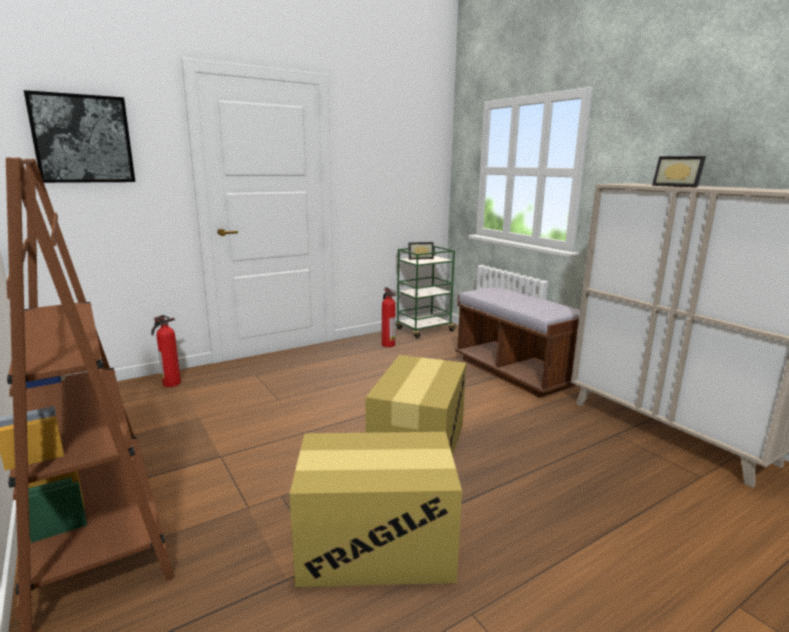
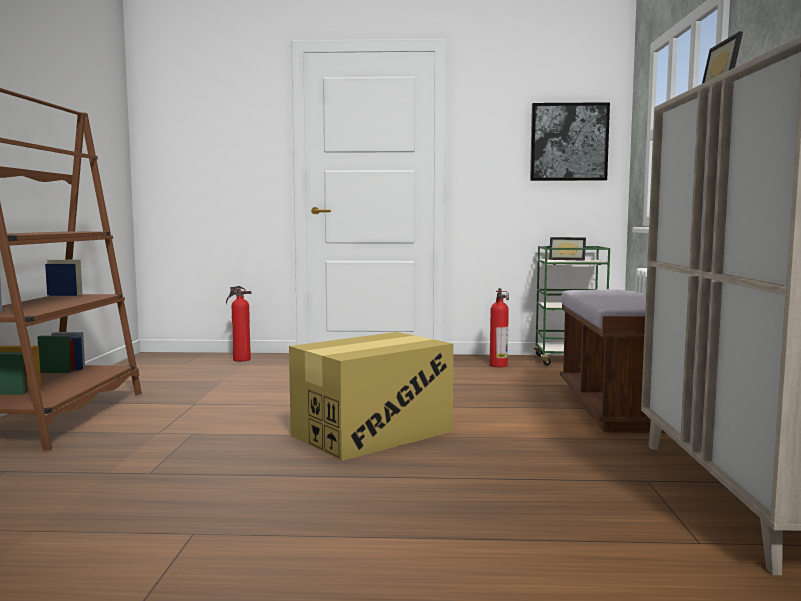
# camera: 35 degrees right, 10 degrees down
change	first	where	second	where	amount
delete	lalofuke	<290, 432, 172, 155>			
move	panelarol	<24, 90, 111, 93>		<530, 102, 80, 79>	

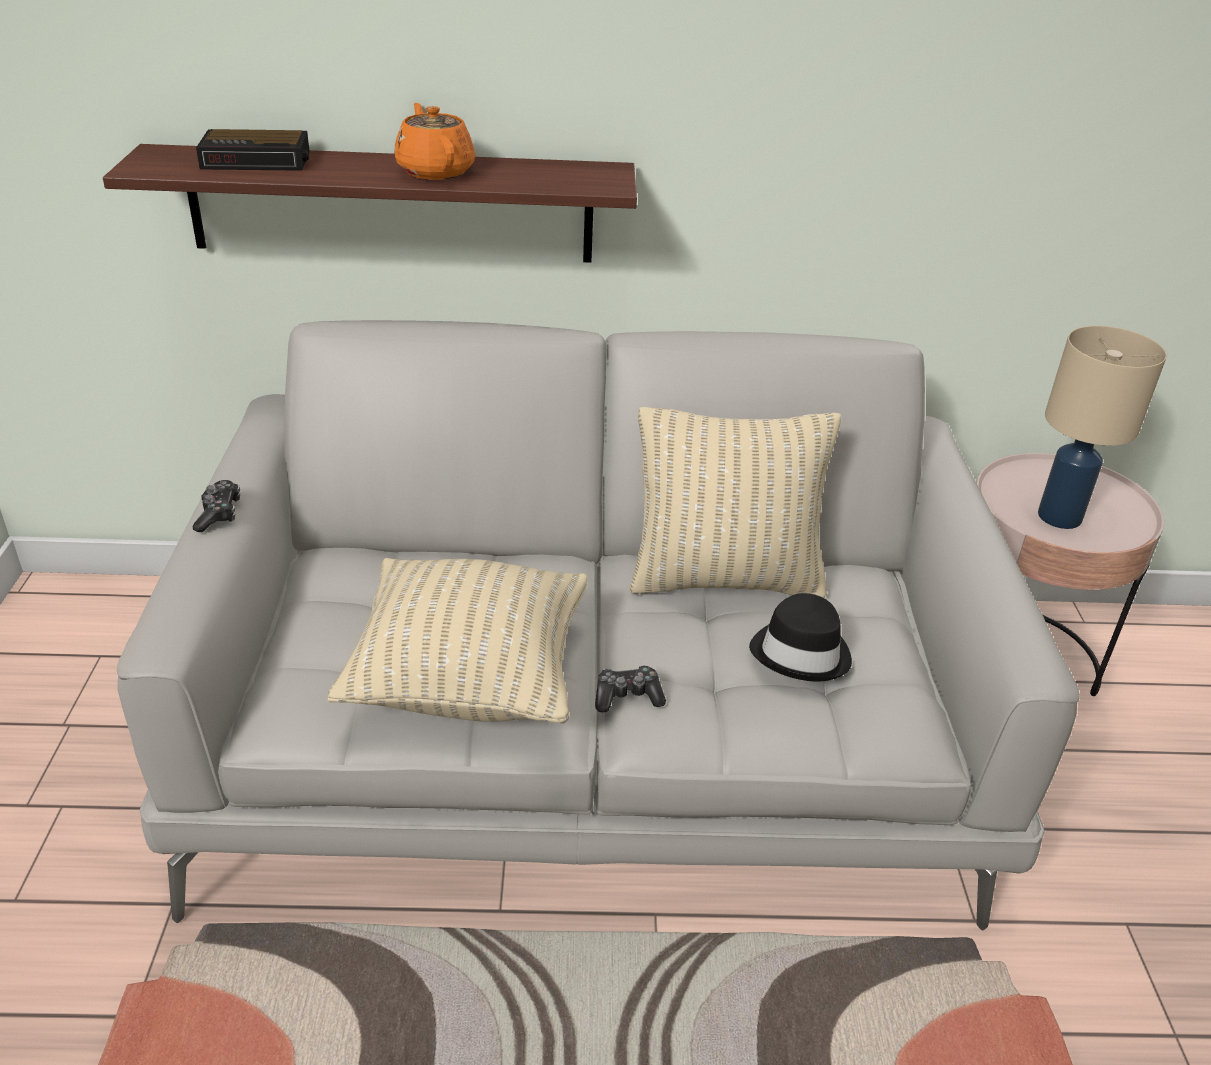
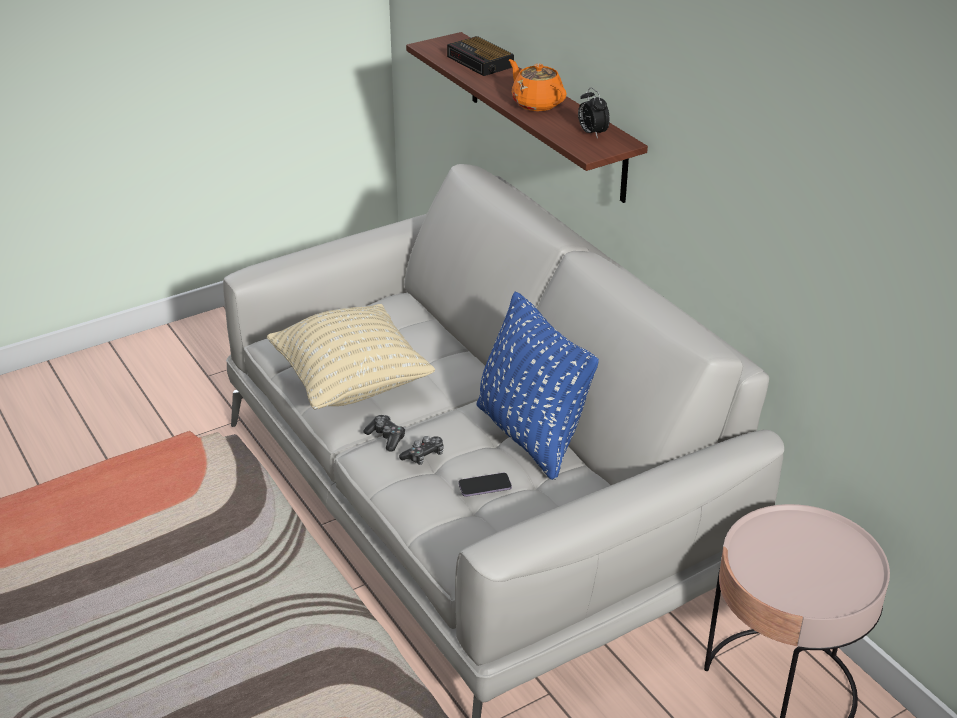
# camera: 60 degrees right, 0 degrees up
change	first	where	second	where	amount
delete	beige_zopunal	<1038, 326, 129, 203>			
insert			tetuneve	<578, 88, 32, 51>	
move	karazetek	<192, 480, 48, 52>		<399, 436, 45, 29>	
replace	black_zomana	<749, 593, 103, 88>	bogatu	<458, 473, 54, 24>	
recolor	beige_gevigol	<629, 407, 212, 191>	blue_gevigol	<476, 291, 123, 189>	
rotate	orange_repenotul	<395, 103, 80, 77>		<509, 59, 57, 52>	75 degrees counterclockwise

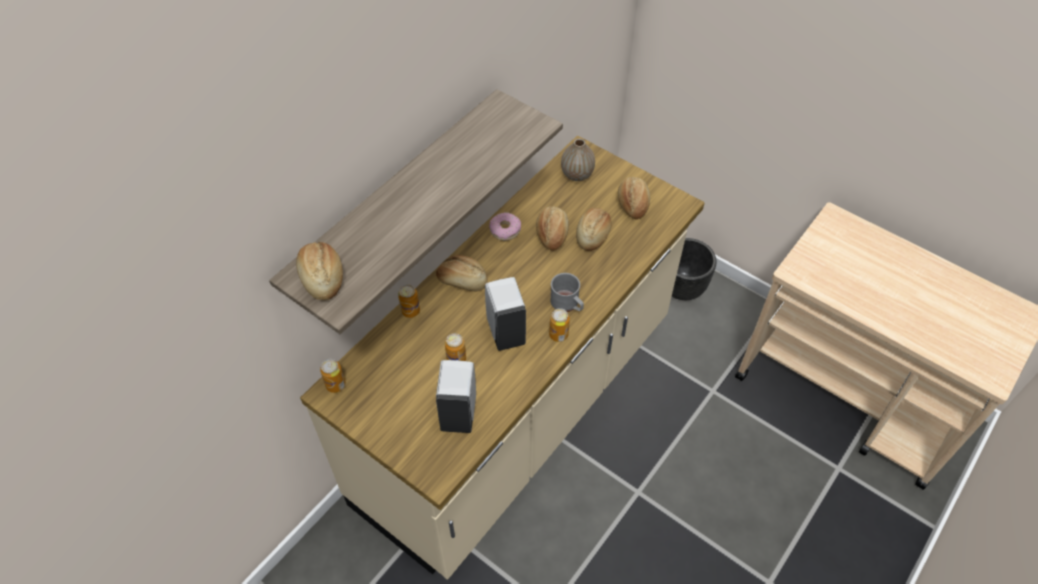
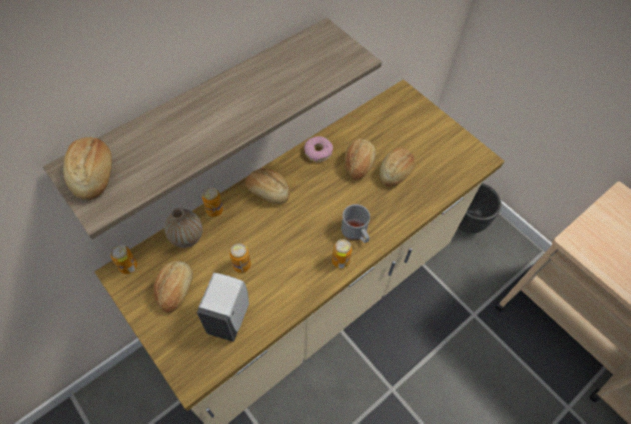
# camera: 10 degrees right, 5 degrees up
change	first	where	second	where	amount
delete	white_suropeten	<485, 277, 41, 74>			
move	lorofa	<561, 139, 34, 42>		<164, 208, 38, 40>	
move	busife	<618, 177, 32, 42>		<153, 261, 40, 52>	

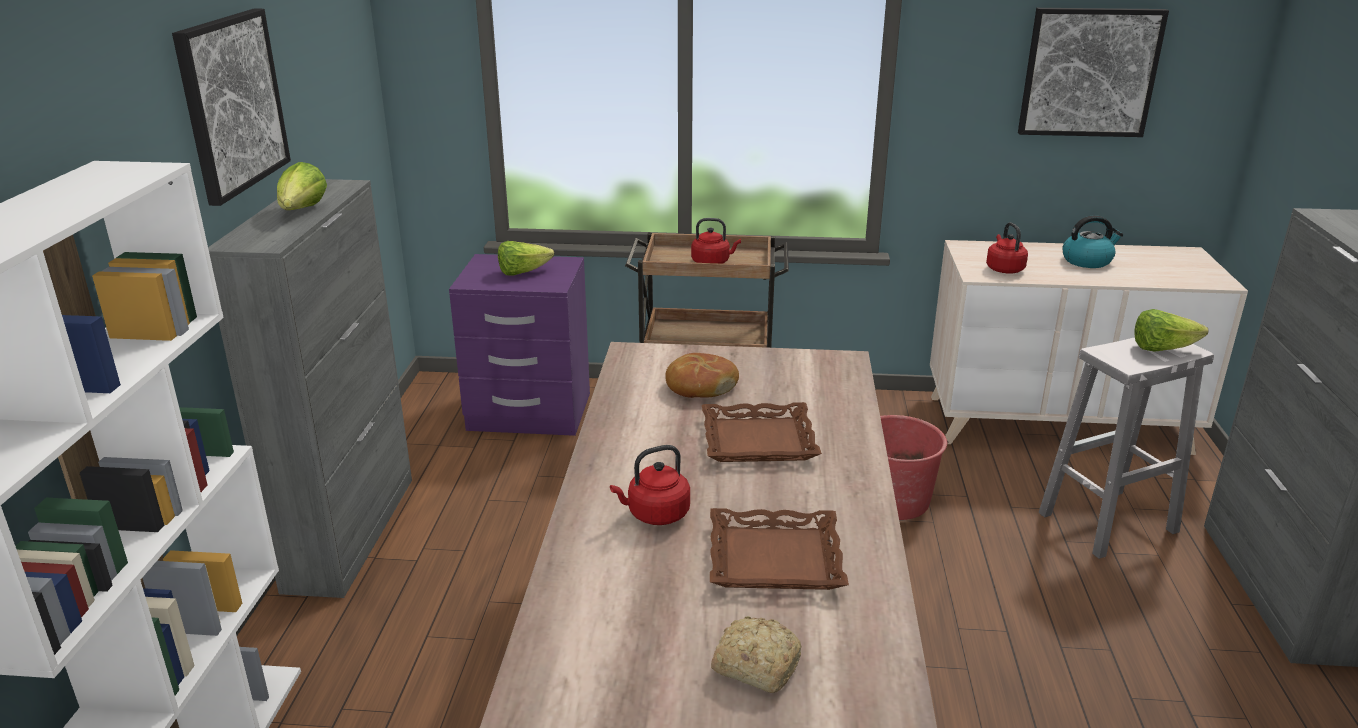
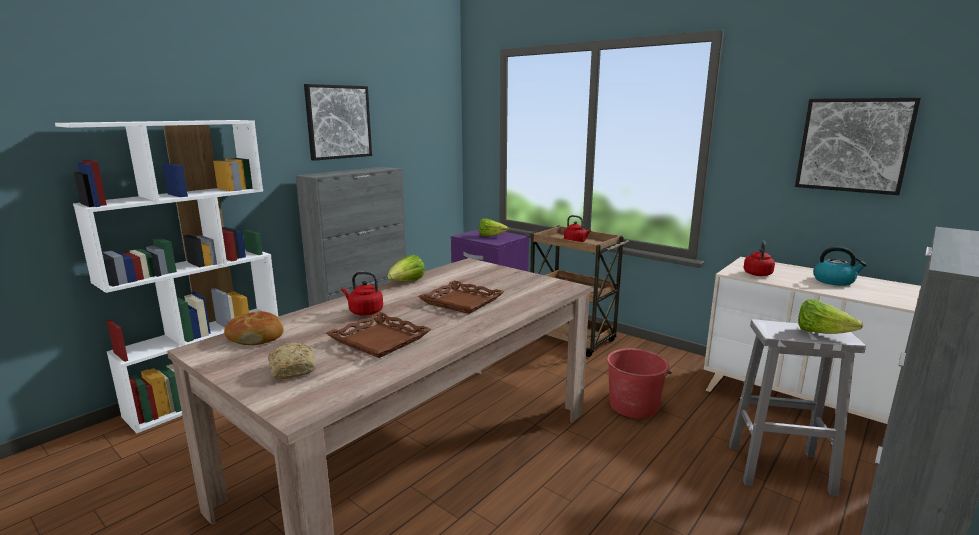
# camera: 35 degrees right, 10 degrees down
change	first	where	second	where	amount
move	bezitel	<277, 162, 50, 48>		<388, 255, 37, 26>	
move	busife	<665, 353, 74, 45>		<224, 311, 60, 34>	

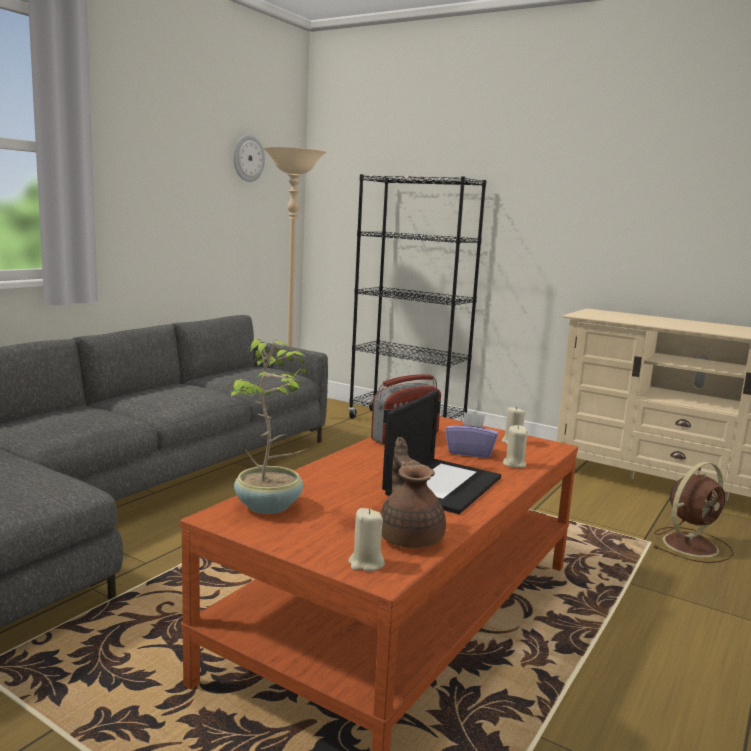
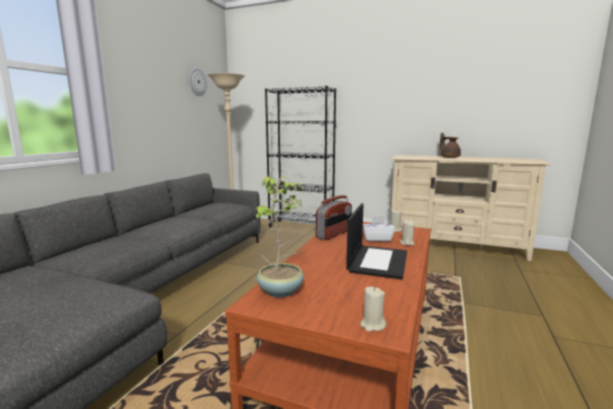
# camera: 10 degrees left, 0 degrees up
change	first	where	second	where	amount
delete	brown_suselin	<653, 462, 81, 101>			
move	brown_repenotul	<380, 437, 66, 111>		<440, 132, 21, 26>	
recolor	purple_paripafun	<445, 412, 53, 46>	white_paripafun	<363, 215, 32, 27>	

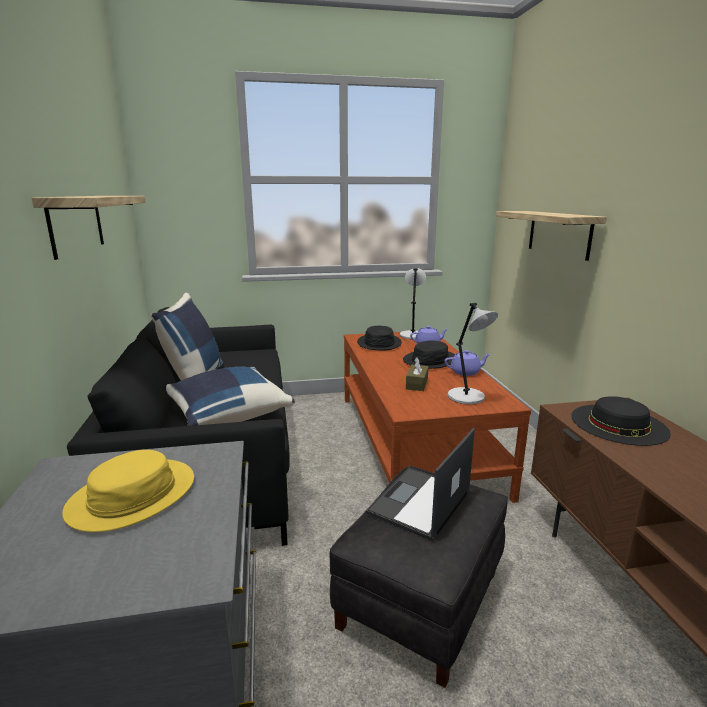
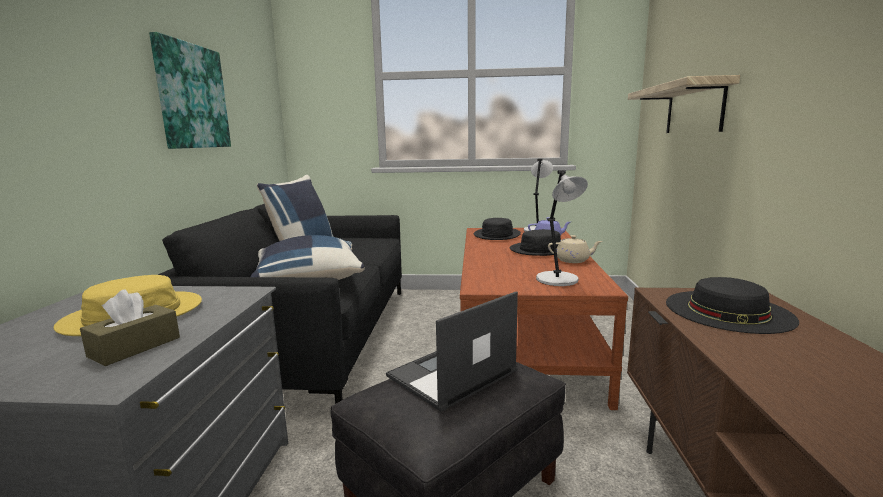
# camera: 15 degrees right, 5 degrees down
change	first	where	second	where	amount
move	brown_paripafun	<406, 357, 23, 34>		<80, 289, 100, 77>	
replace	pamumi	<32, 196, 114, 64>	panelarol	<149, 32, 82, 117>	
recolor	purple_repenotul	<445, 350, 46, 26>	beige_repenotul	<548, 235, 55, 28>	

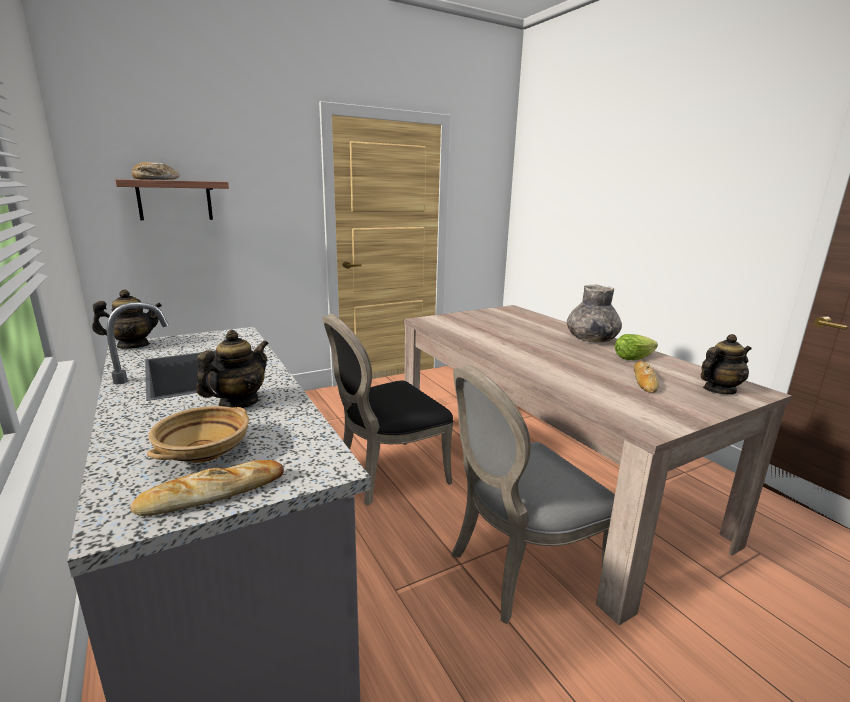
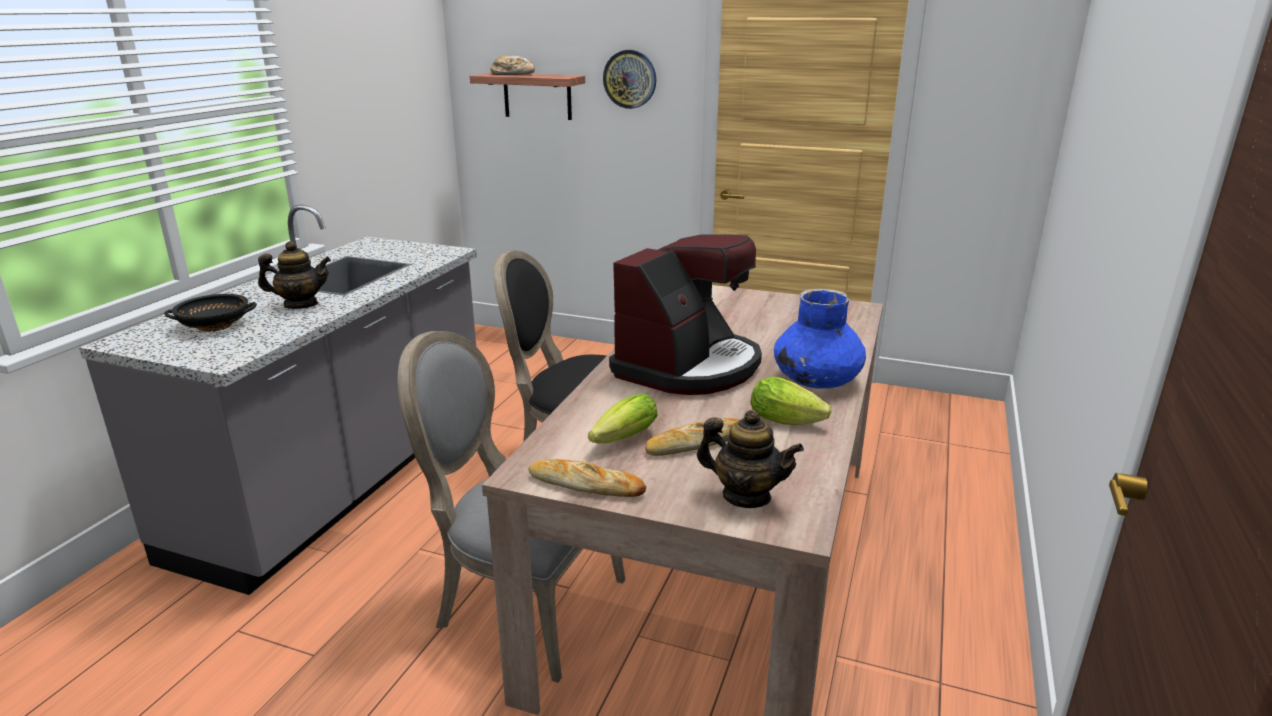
# camera: 50 degrees right, 5 degrees up
change	first	where	second	where	amount
delete	repenotul	<92, 289, 70, 60>			
insert			bezitel	<588, 394, 70, 49>	
insert			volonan	<603, 50, 53, 59>	
insert			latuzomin	<609, 234, 153, 161>	
move	busife	<130, 460, 154, 56>		<529, 459, 117, 38>	
recolor	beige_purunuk	<147, 406, 102, 57>	black_purunuk	<165, 294, 92, 38>	
recolor	grey_lorofa	<567, 285, 55, 58>	blue_lorofa	<774, 288, 92, 100>	

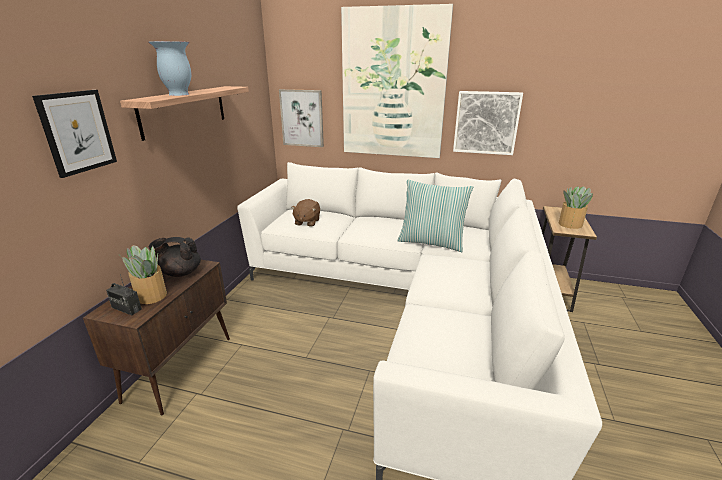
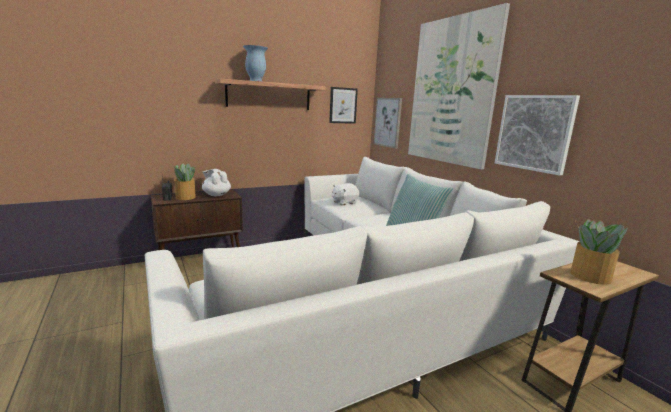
# camera: 45 degrees right, 10 degrees down
change	first	where	second	where	amount
move	panelarol	<32, 90, 85, 88>		<329, 87, 29, 37>	
recolor	black_repenotul	<148, 237, 53, 40>	white_repenotul	<202, 169, 29, 27>	
recolor	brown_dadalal	<291, 199, 29, 28>	white_dadalal	<332, 183, 27, 22>	

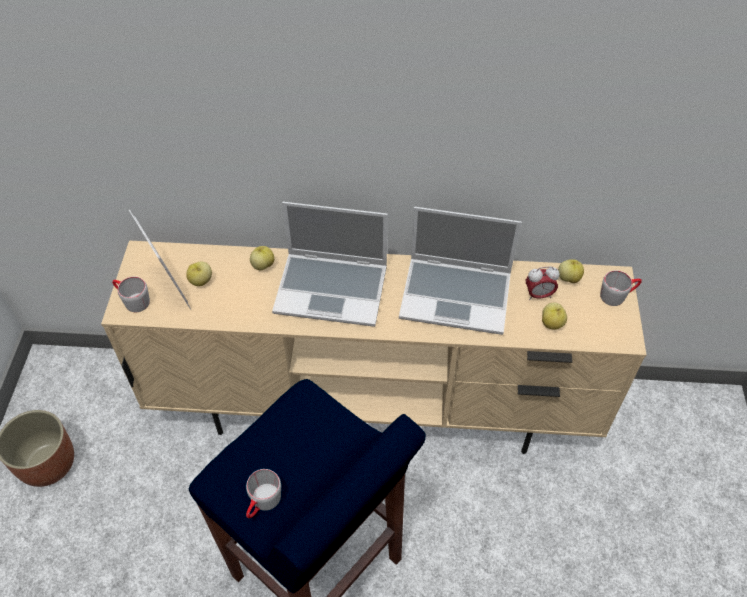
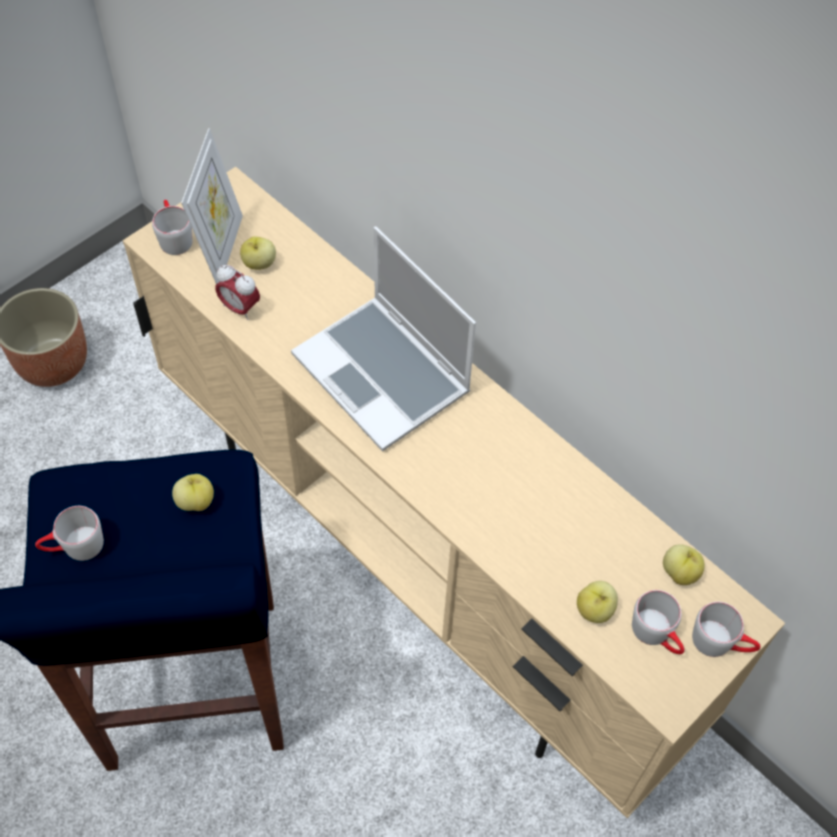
# camera: 40 degrees right, 5 degrees up
change	first	where	second	where	amount
delete	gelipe	<399, 207, 122, 128>			
insert			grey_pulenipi	<632, 590, 53, 64>	
move	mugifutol	<250, 246, 24, 24>		<172, 474, 42, 37>	
move	tetuneve	<526, 266, 34, 34>		<215, 265, 45, 55>	

